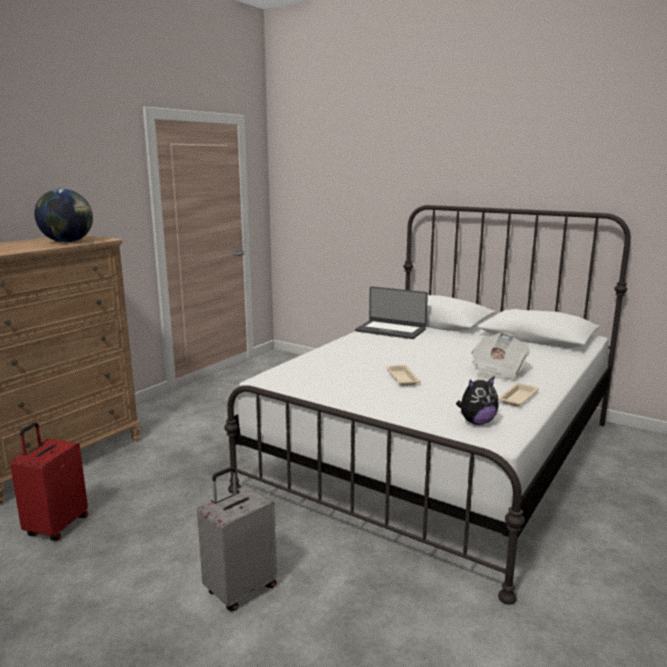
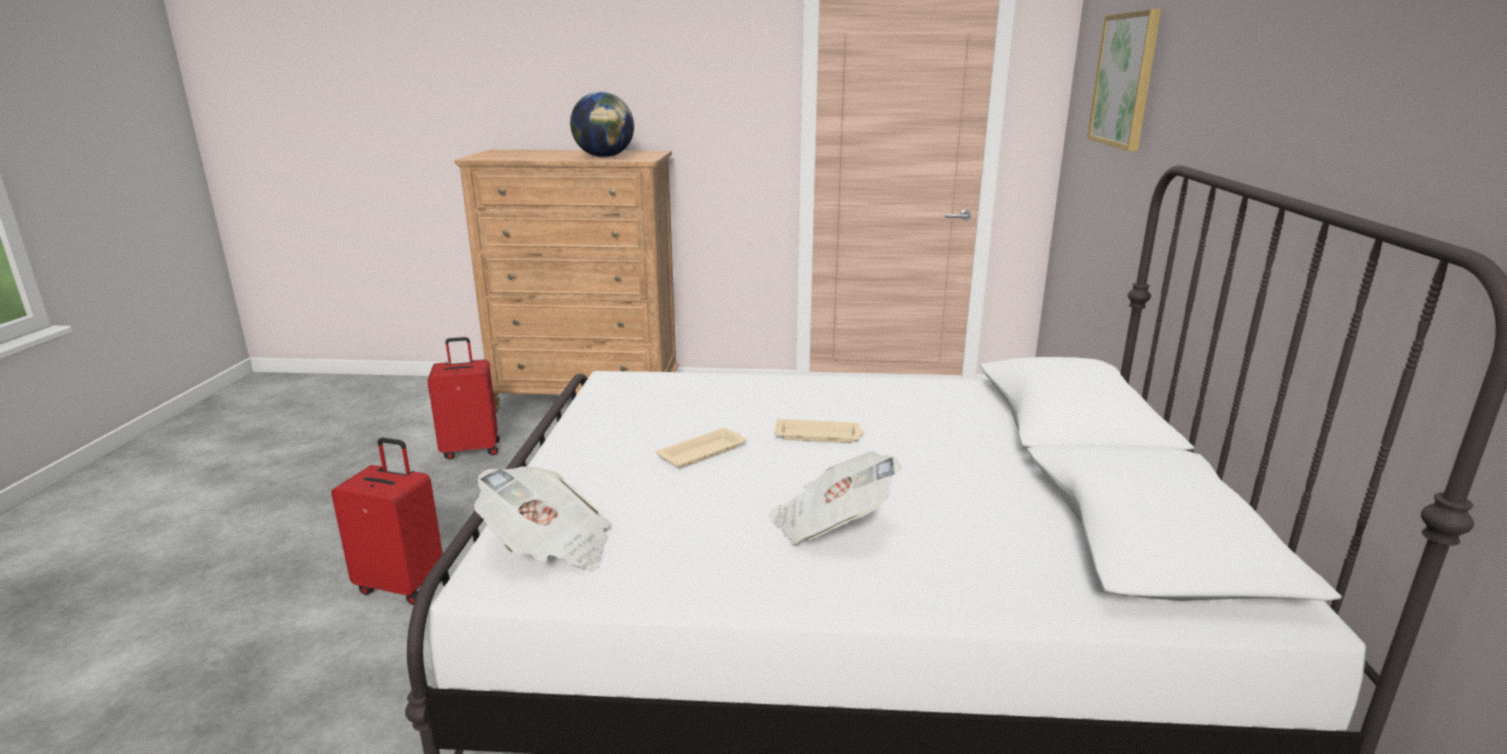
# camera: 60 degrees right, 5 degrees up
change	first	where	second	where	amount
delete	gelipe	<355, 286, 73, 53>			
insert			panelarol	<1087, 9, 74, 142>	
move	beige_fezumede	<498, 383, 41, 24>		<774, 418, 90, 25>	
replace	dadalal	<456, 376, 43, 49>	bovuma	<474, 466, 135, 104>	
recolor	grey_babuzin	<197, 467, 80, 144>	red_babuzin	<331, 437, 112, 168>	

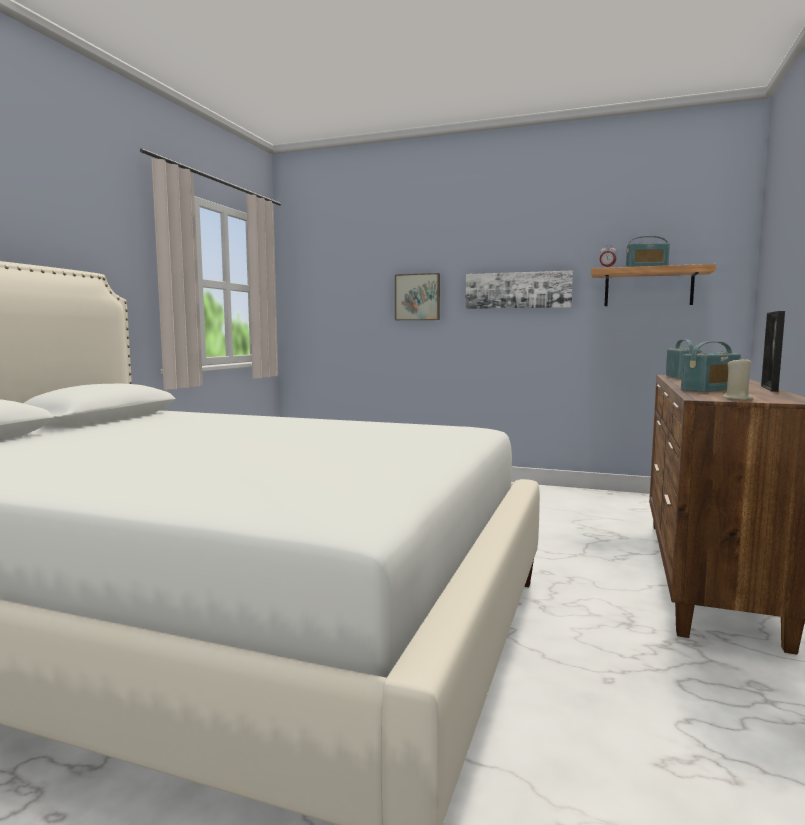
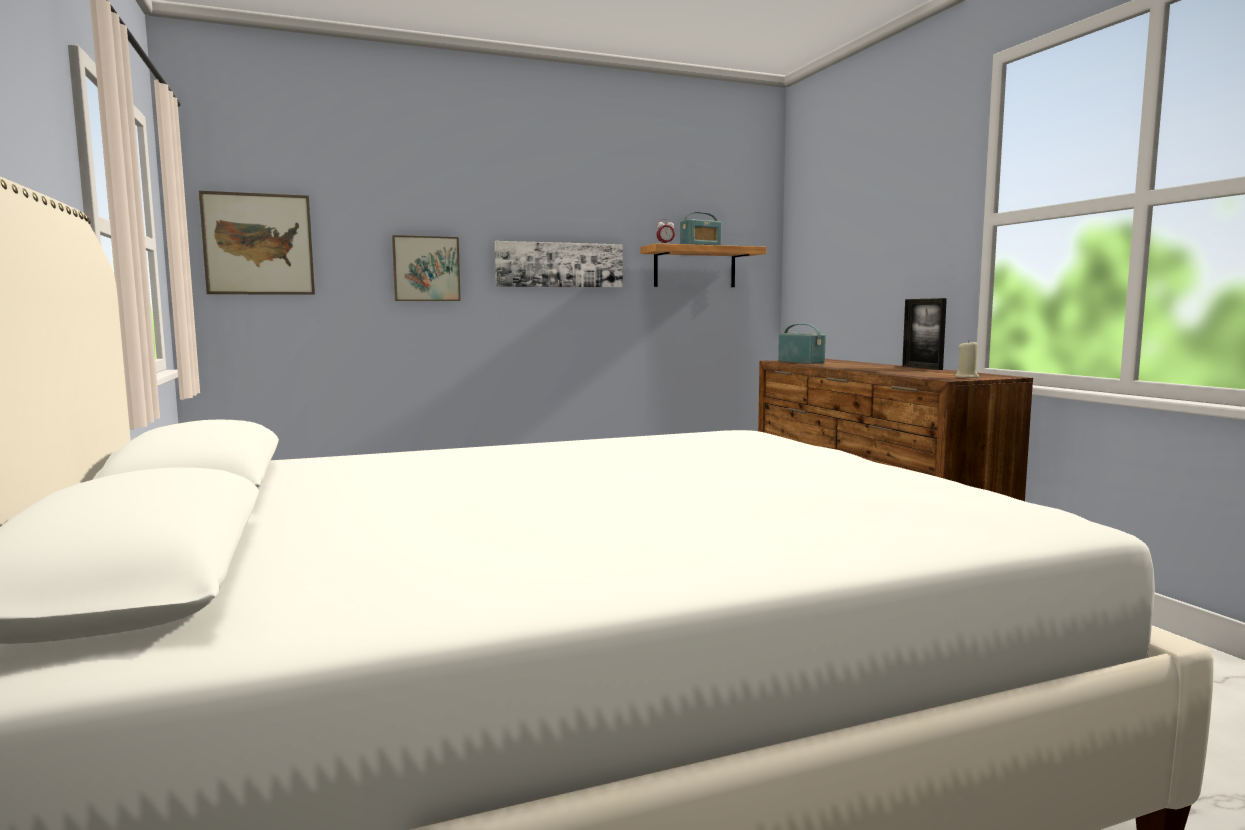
# camera: 40 degrees left, 0 degrees up
change	first	where	second	where	amount
delete	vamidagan	<681, 341, 60, 51>			
insert			panelarol	<199, 191, 116, 104>	

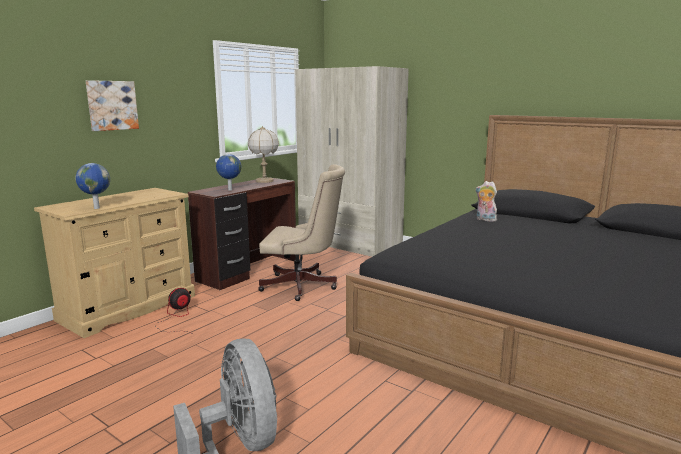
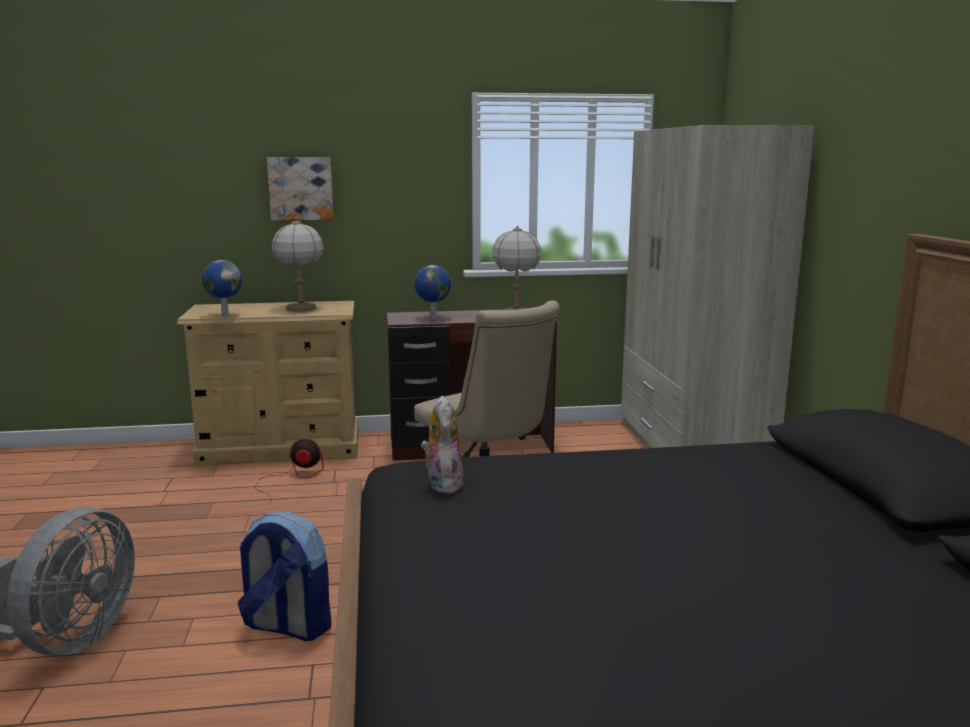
# camera: 45 degrees right, 0 degrees up
change	first	where	second	where	amount
insert			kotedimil	<238, 512, 93, 129>	
insert			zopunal	<272, 219, 52, 93>	
move	dadalal	<475, 181, 23, 41>		<421, 396, 43, 98>	

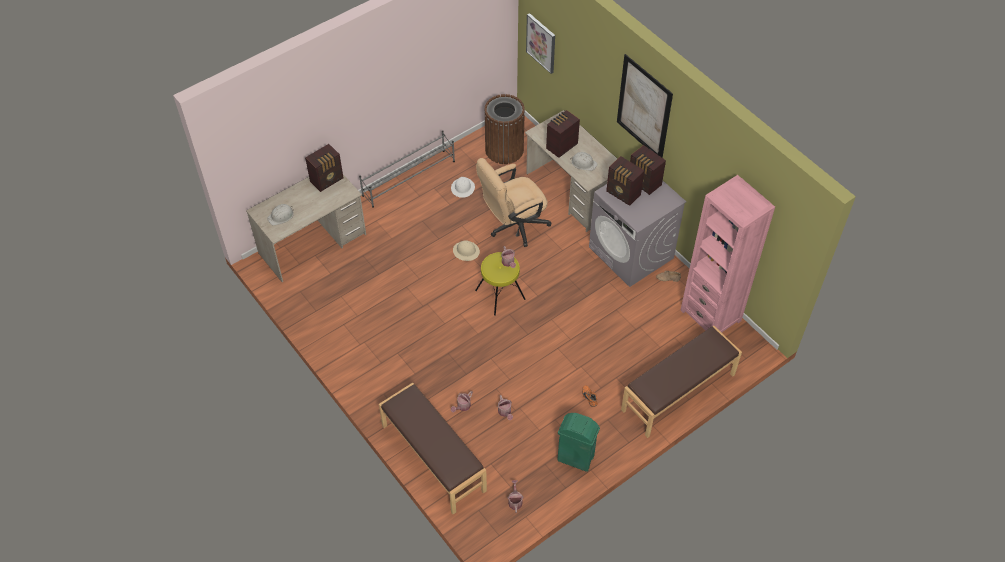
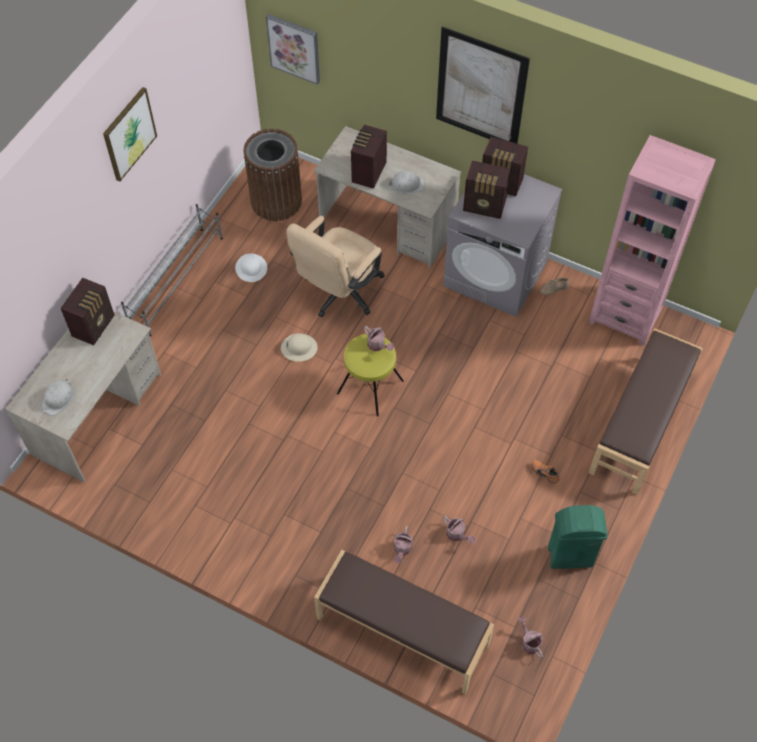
# camera: 25 degrees left, 5 degrees up
change	first	where	second	where	amount
insert			panelarol	<103, 87, 54, 95>	

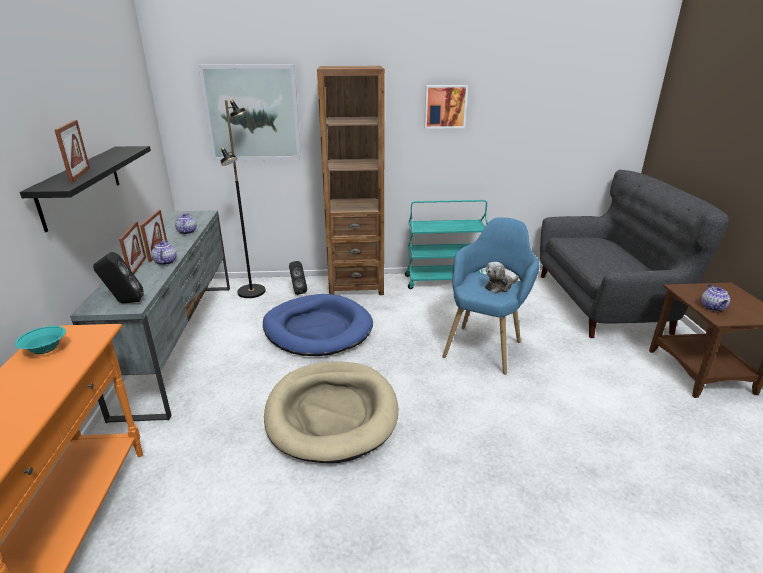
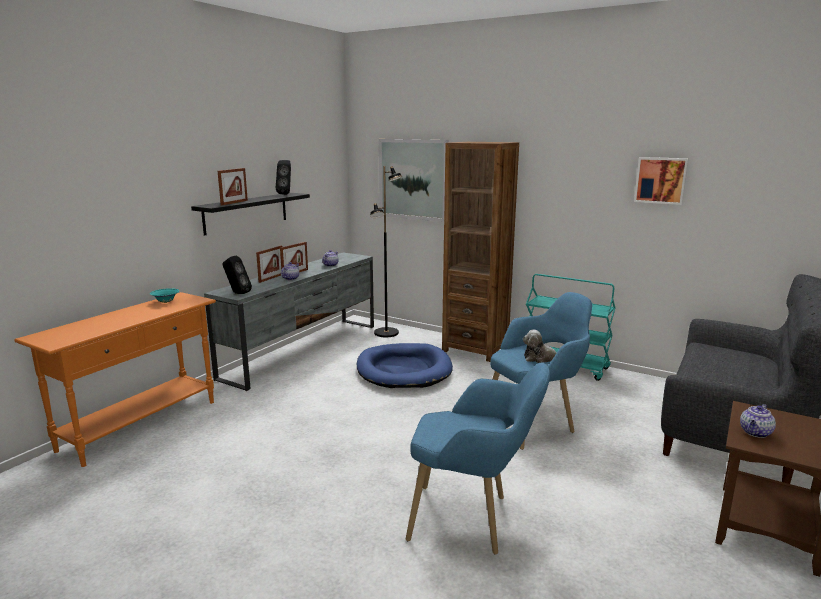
# camera: 35 degrees right, 10 degrees down
change	first	where	second	where	amount
delete	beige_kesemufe	<264, 362, 134, 101>			
insert			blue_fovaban	<406, 362, 144, 193>	
move	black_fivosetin	<289, 261, 18, 34>		<276, 160, 15, 35>	
move	panelarol	<424, 85, 44, 44>		<634, 157, 55, 48>	

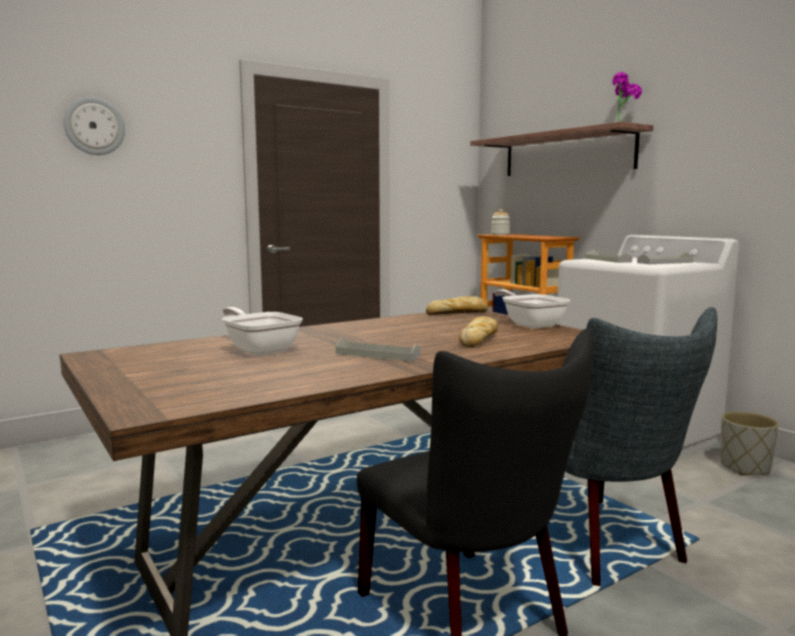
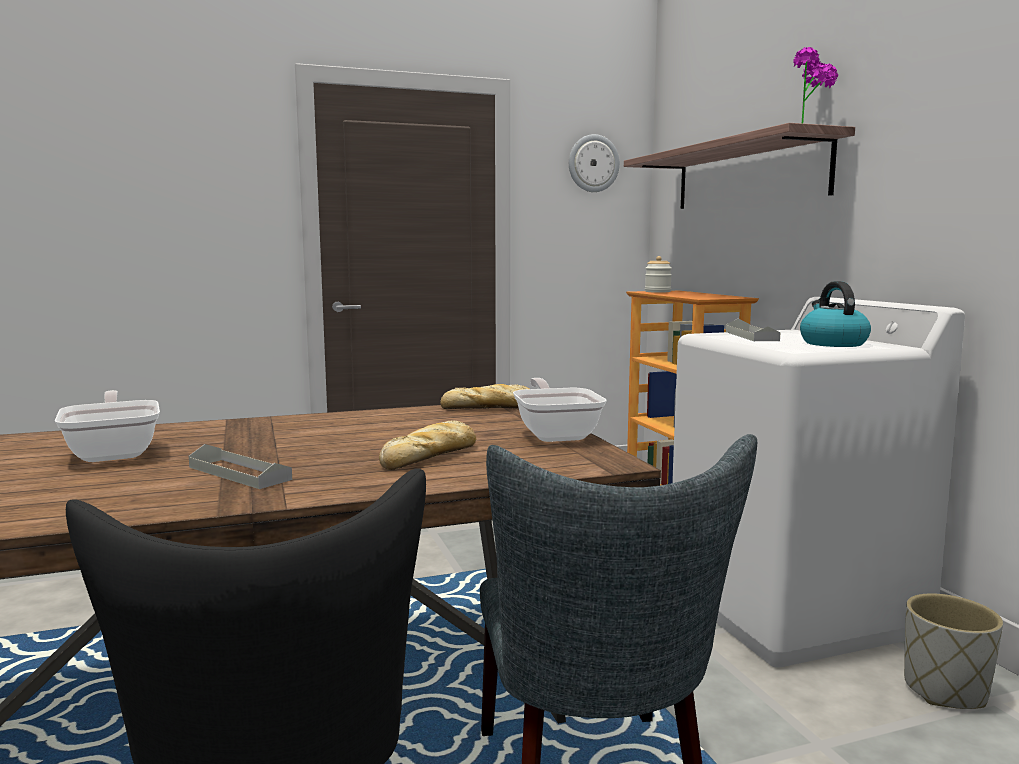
# camera: 15 degrees right, 0 degrees up
change	first	where	second	where	amount
move	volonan	<64, 97, 61, 58>		<569, 134, 51, 58>	
replace	grey_fezumede	<637, 252, 56, 12>	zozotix	<800, 281, 71, 66>	

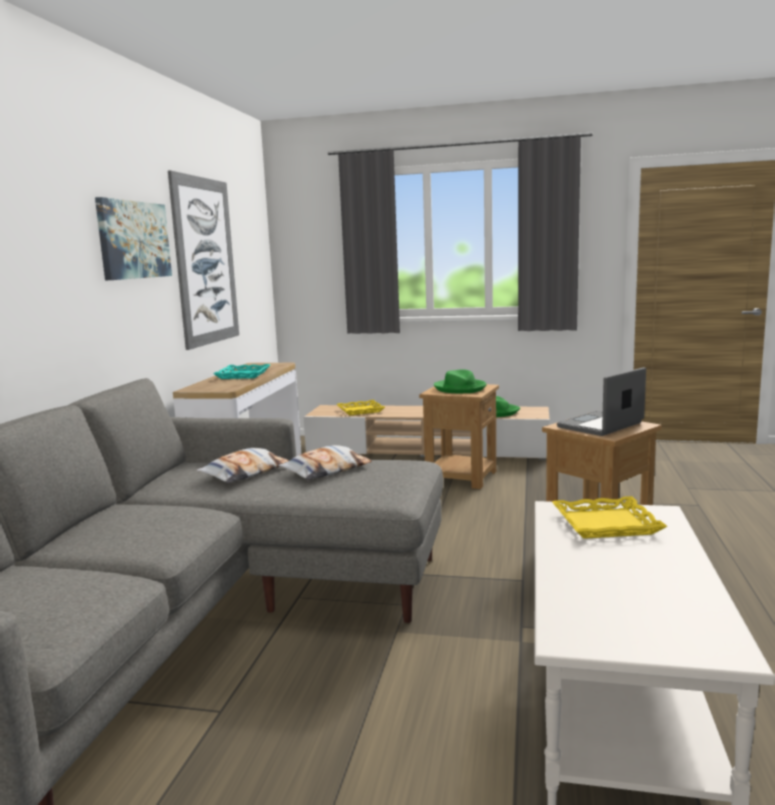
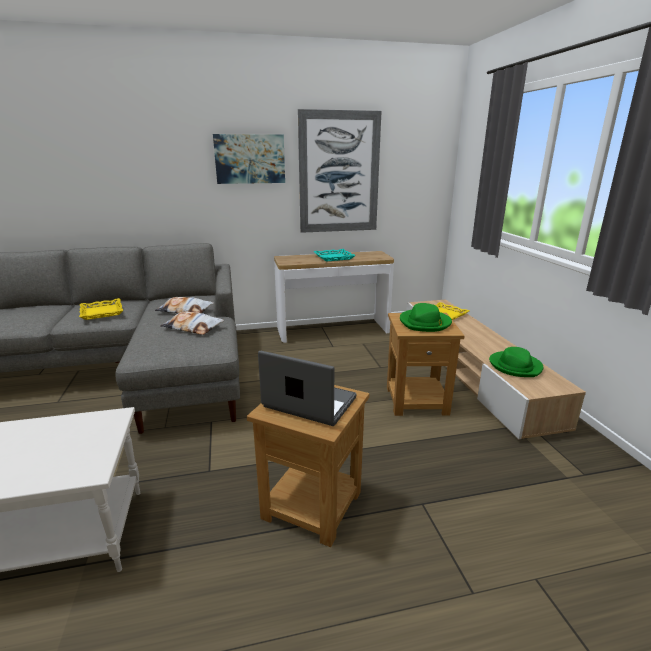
# camera: 65 degrees right, 10 degrees up
change	first	where	second	where	amount
move	yellow_fezumede	<552, 496, 116, 43>		<79, 298, 44, 22>	

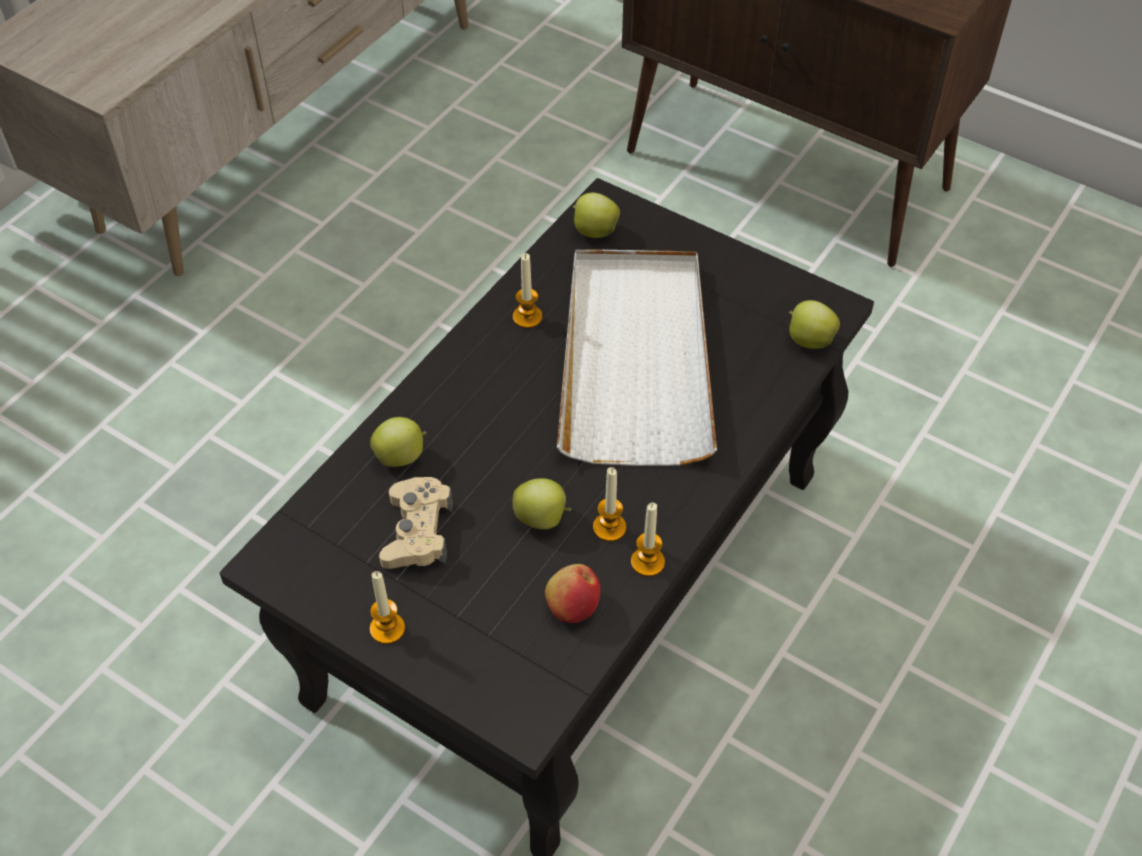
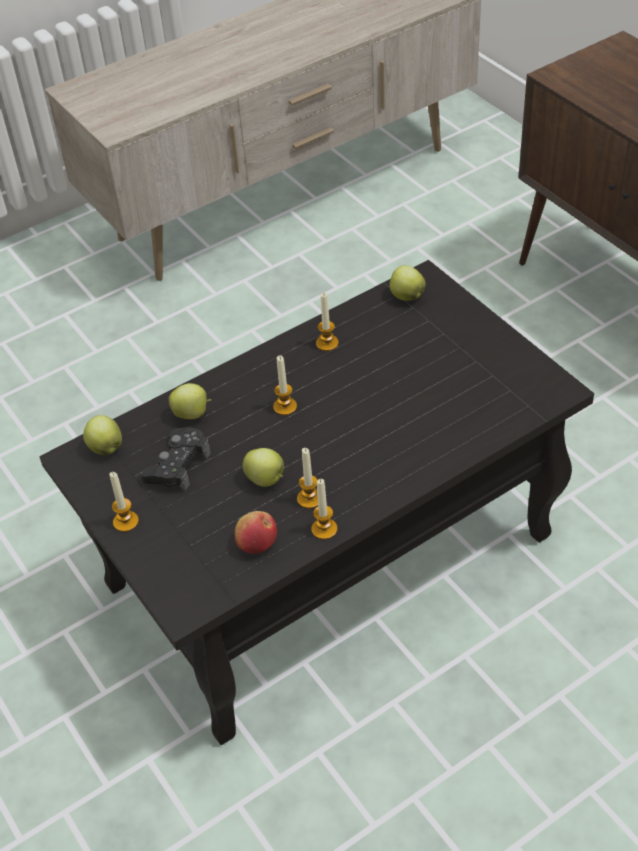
# camera: 25 degrees right, 5 degrees down
change	first	where	second	where	amount
delete	white_fezumede	<557, 250, 160, 216>			
insert			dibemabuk	<273, 355, 24, 60>	
move	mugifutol	<789, 300, 51, 49>		<83, 415, 39, 40>	
recolor	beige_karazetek	<379, 477, 74, 92>	black_karazetek	<141, 427, 70, 64>	

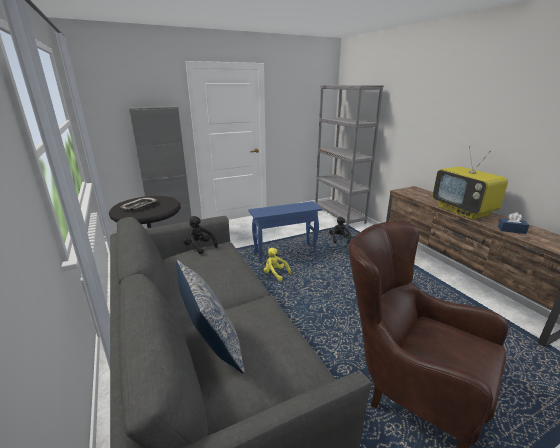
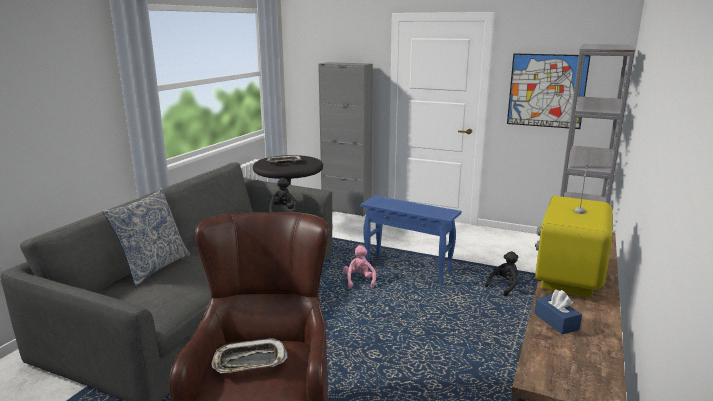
# camera: 50 degrees right, 5 degrees down
change	first	where	second	where	amount
insert			fezumede	<211, 338, 77, 35>	
insert			panelarol	<507, 53, 84, 76>	
recolor	yellow_dadalal	<264, 248, 28, 33>	pink_dadalal	<343, 245, 33, 43>	

